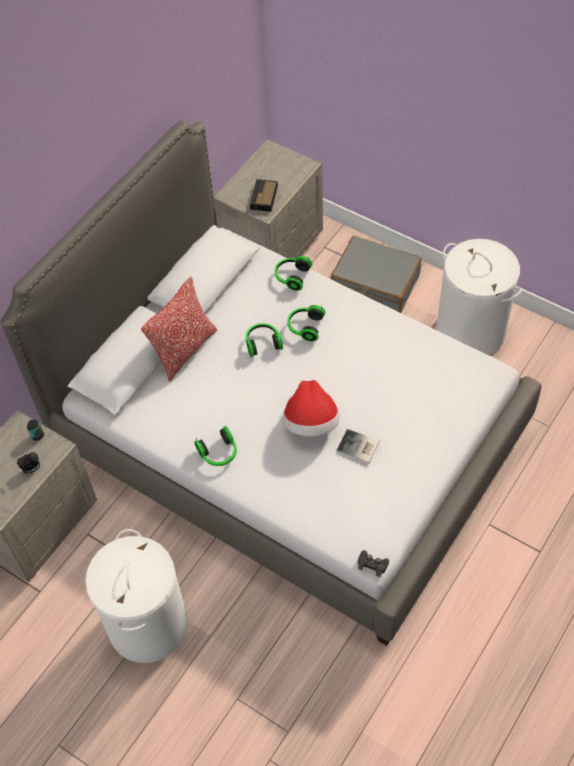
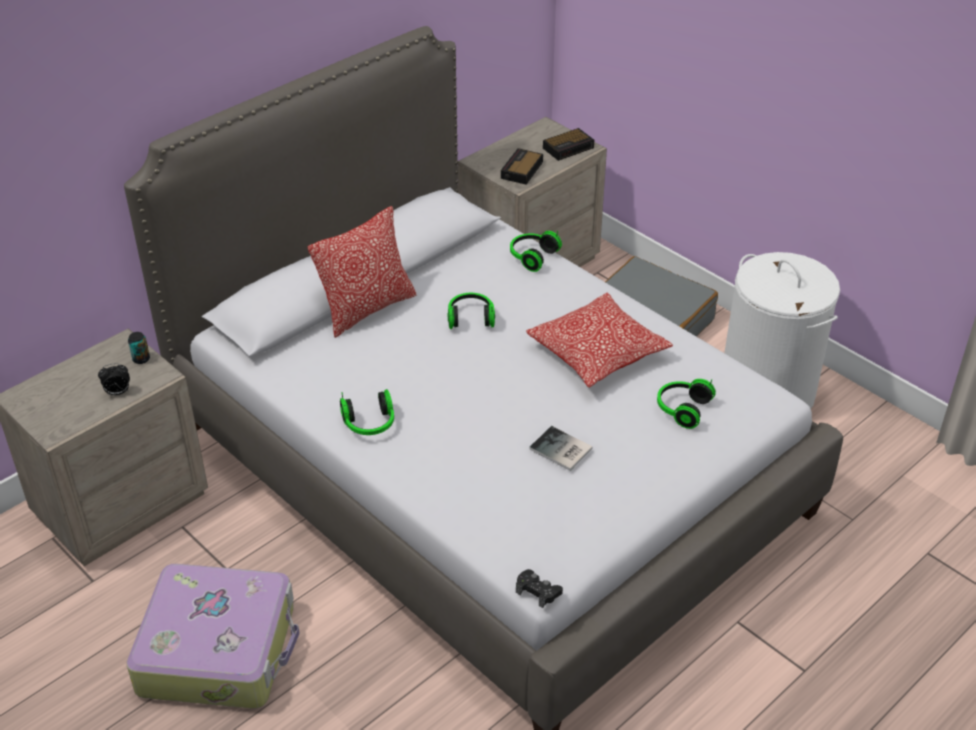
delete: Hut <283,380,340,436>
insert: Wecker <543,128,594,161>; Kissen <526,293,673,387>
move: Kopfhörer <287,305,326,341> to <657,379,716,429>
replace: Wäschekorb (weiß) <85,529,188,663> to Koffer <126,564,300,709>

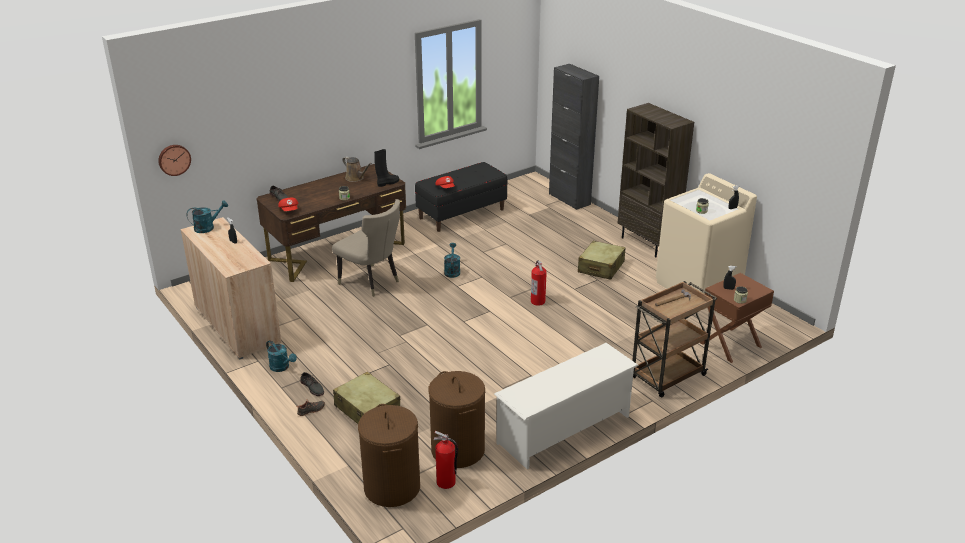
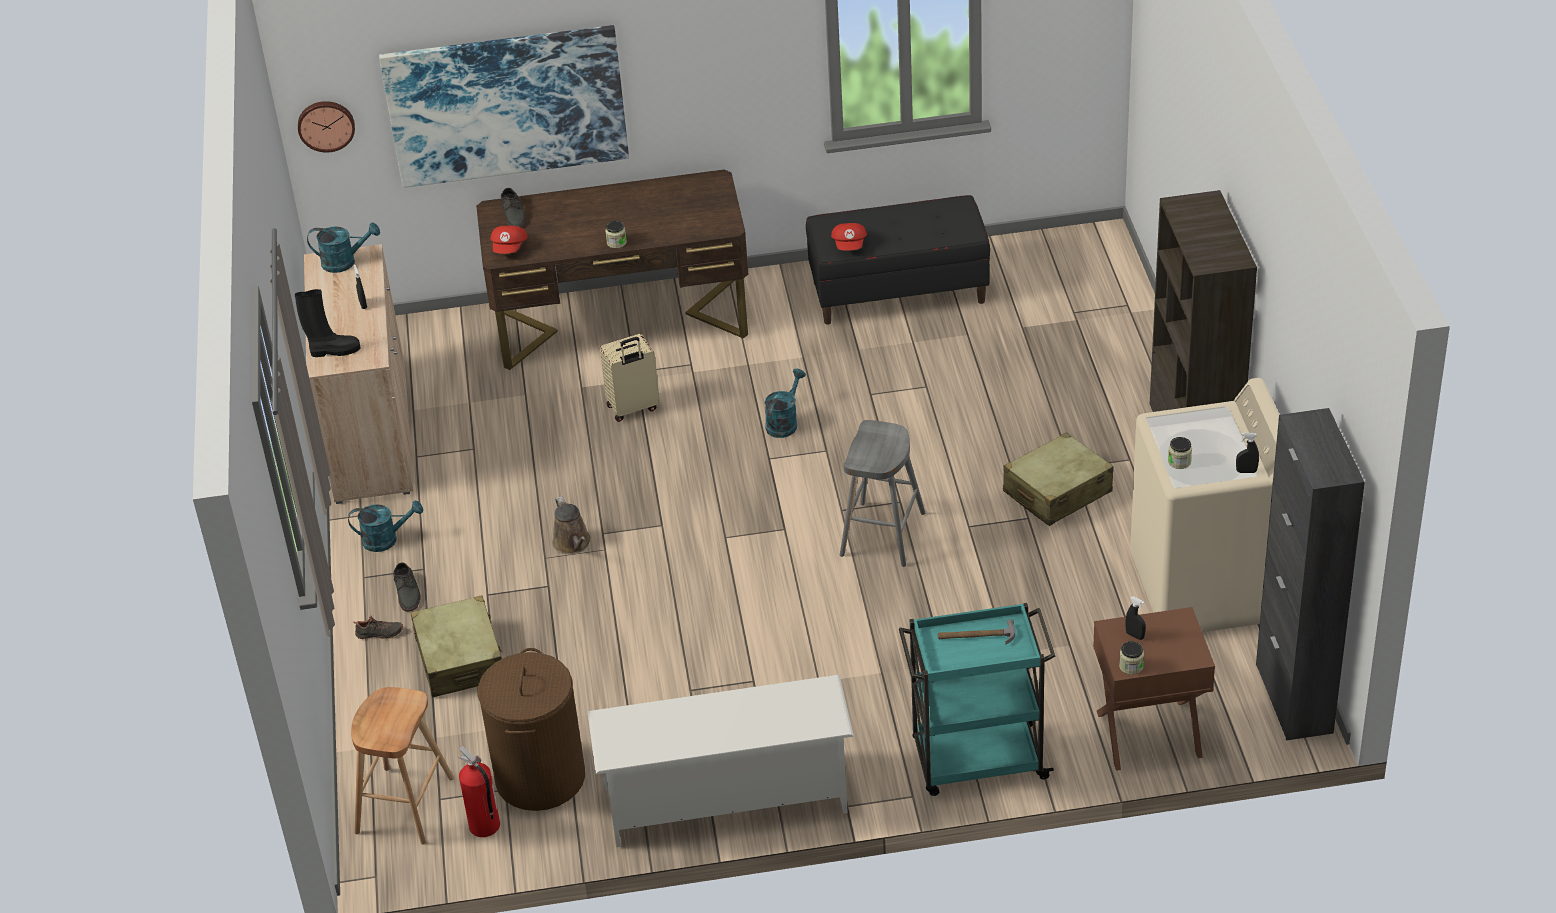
insert: Bild <379,25,629,188>
move: Schrank (schwarz) <549,64,599,210> to <1256,408,1365,741>; Stiefel (schwarz) <374,149,399,187> to <295,289,361,357>; Gießkanne (braun) <342,156,372,182> to <552,496,590,554>
replace: Stuhl (beige) <332,199,400,297> to Koffer (beige) <600,334,660,422>; Feuerlöscher <531,260,547,306> to Hocker (grau) <840,420,925,567>; Wäschekorb (braun) <358,404,420,507> to Hocker (braun) <351,687,454,845>
recolor: Rollwagen (braun) <632,281,717,398> to Rollwagen (türkis) <899,603,1055,796>
rotate: Gießkanne (türkis) <266,340,297,372> = <348,500,423,552> 75 degrees counterclockwise

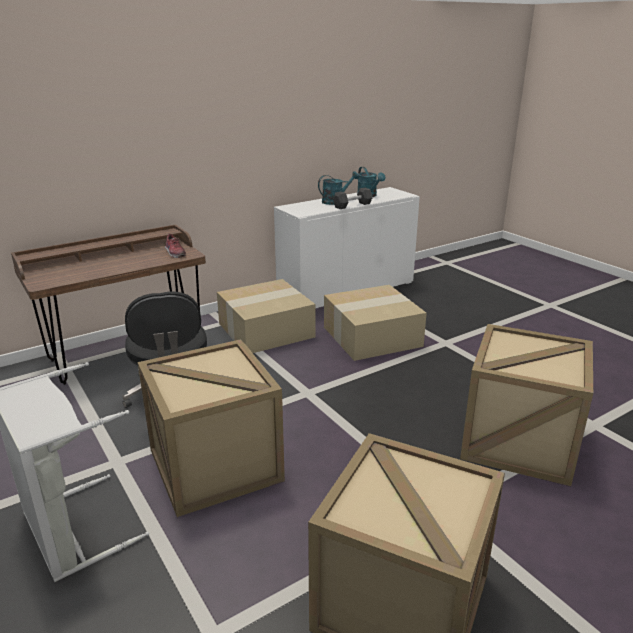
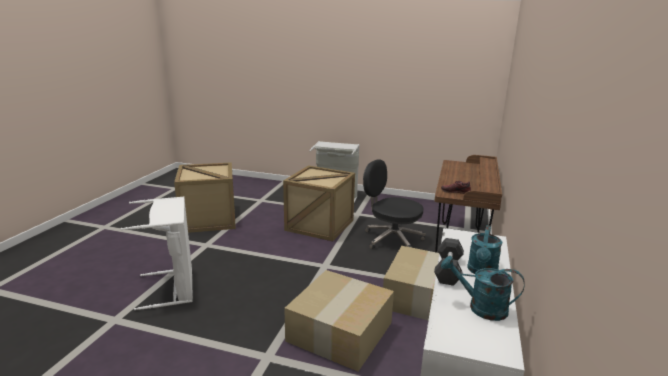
replace: Kiste <460,324,593,486> to Wäschekorb (weiß) <120,197,193,310>

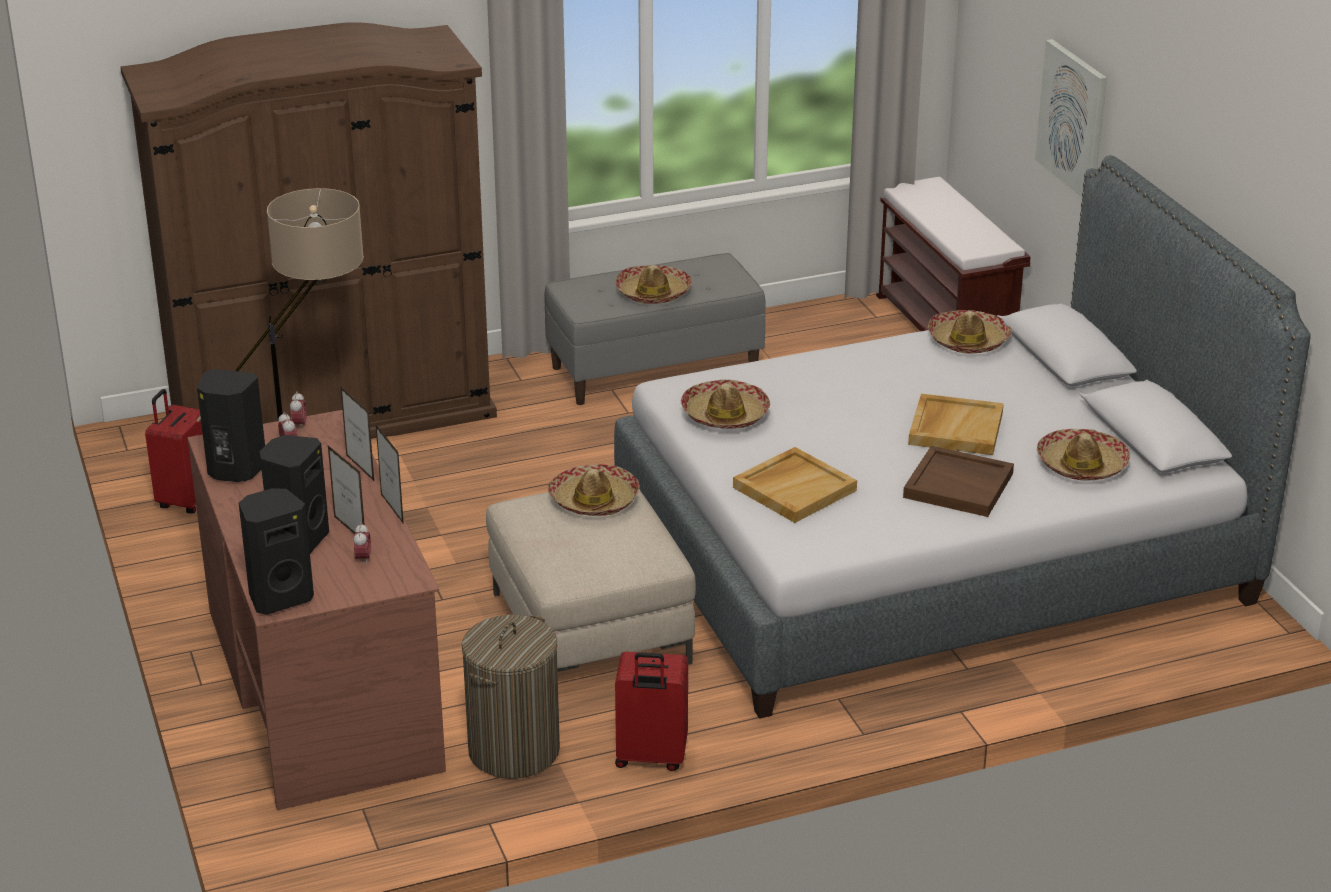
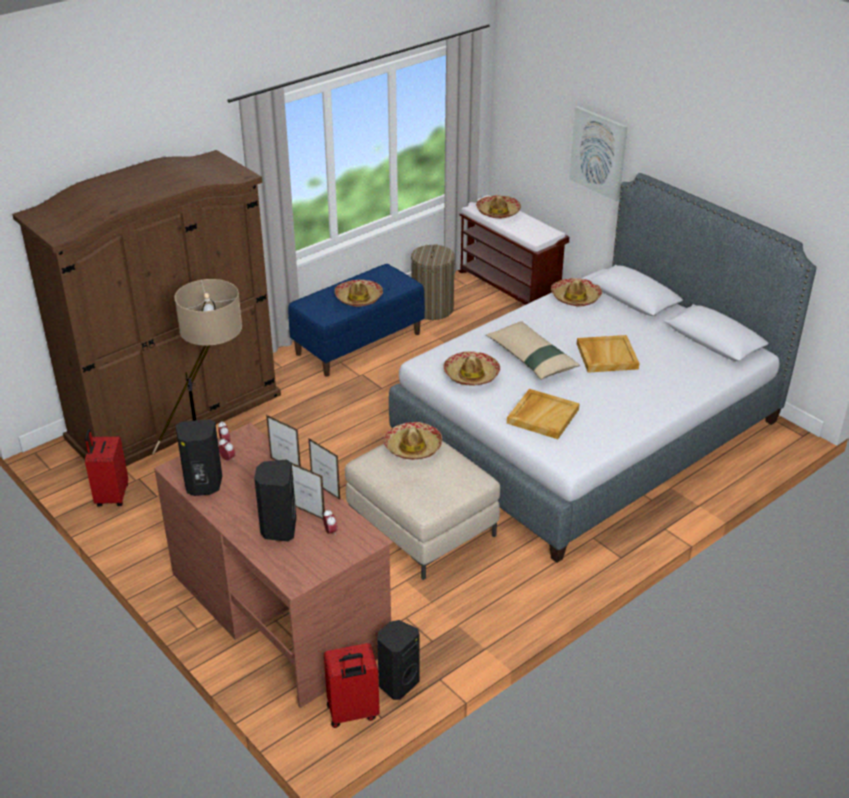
delete: Tablett (braun) <903,446,1014,517>
insert: Kissen (beige) <486,321,580,380>
move: Hut <1037,429,1130,481> to <476,195,521,219>; Lautsprecher (schwarz) <239,488,314,615> to <377,620,420,700>; Wäschekorb <462,615,560,779> to <411,244,455,320>; Koffer (rot) <615,652,688,771> to <324,643,380,728>
recolor: Bank (grau) <544,253,766,405> to Bank (blau) <288,264,425,377>

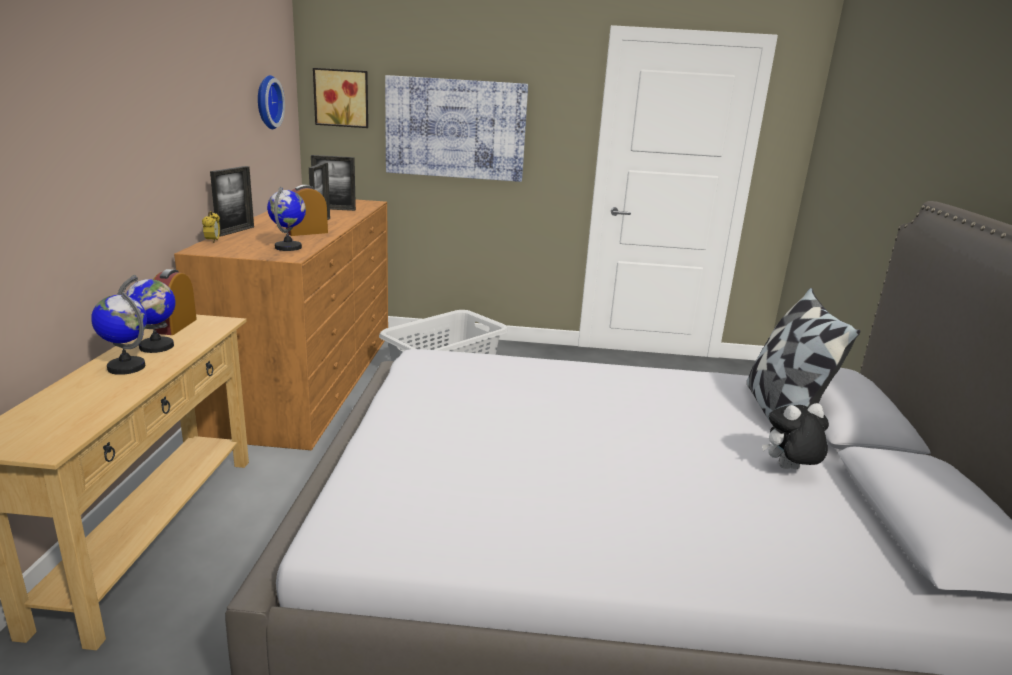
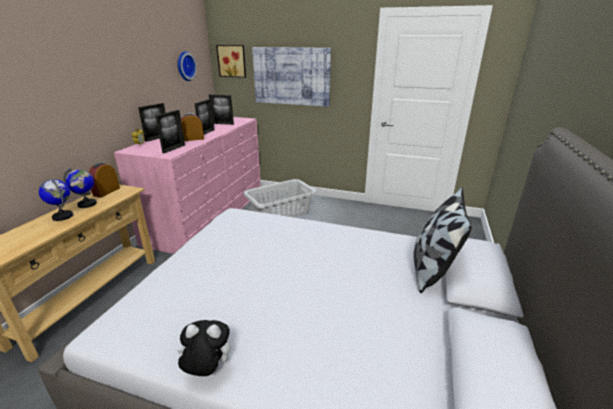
move: Plüschtier <762,403,829,469> to <177,320,230,376>
replace: Globus <267,186,306,251> to Bilderrahmen <155,110,185,153>
recolor: Kommode (braun) <174,199,388,450> to Kommode (rosa) <114,117,261,254>

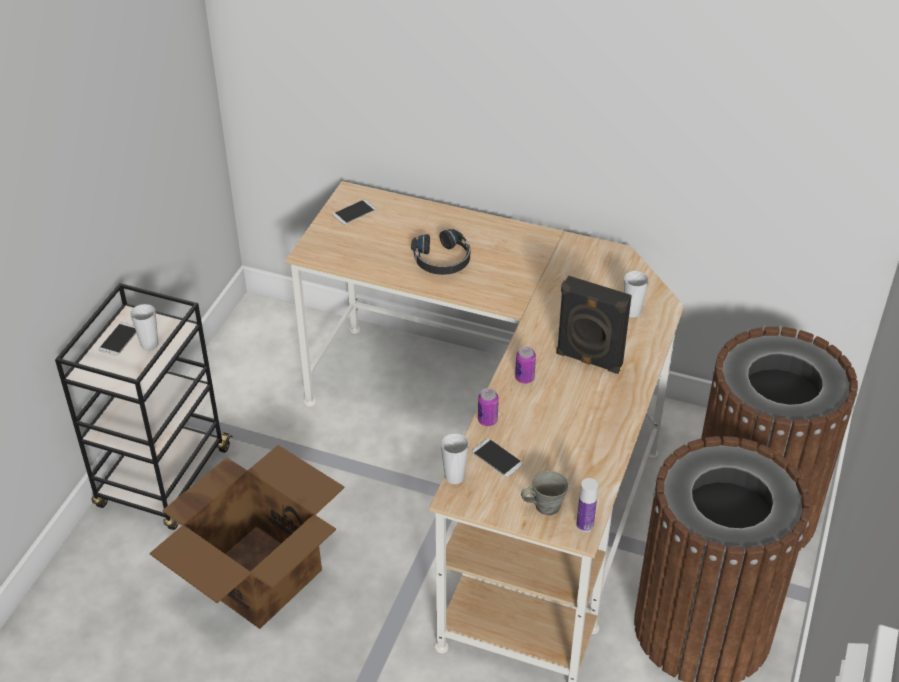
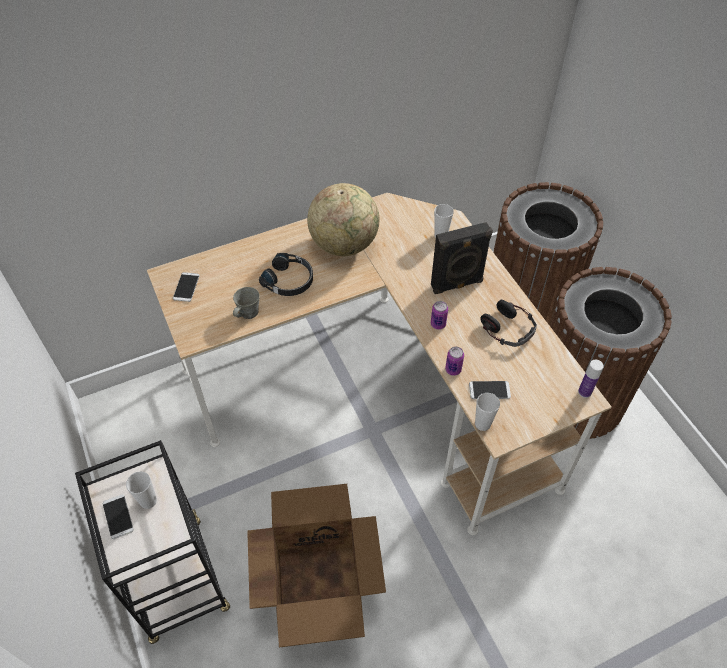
insert: Globus <307,183,379,256>; Kopfhörer <480,300,537,347>
move: Henkelbecher (grau) <521,471,569,515> to <233,287,260,319>

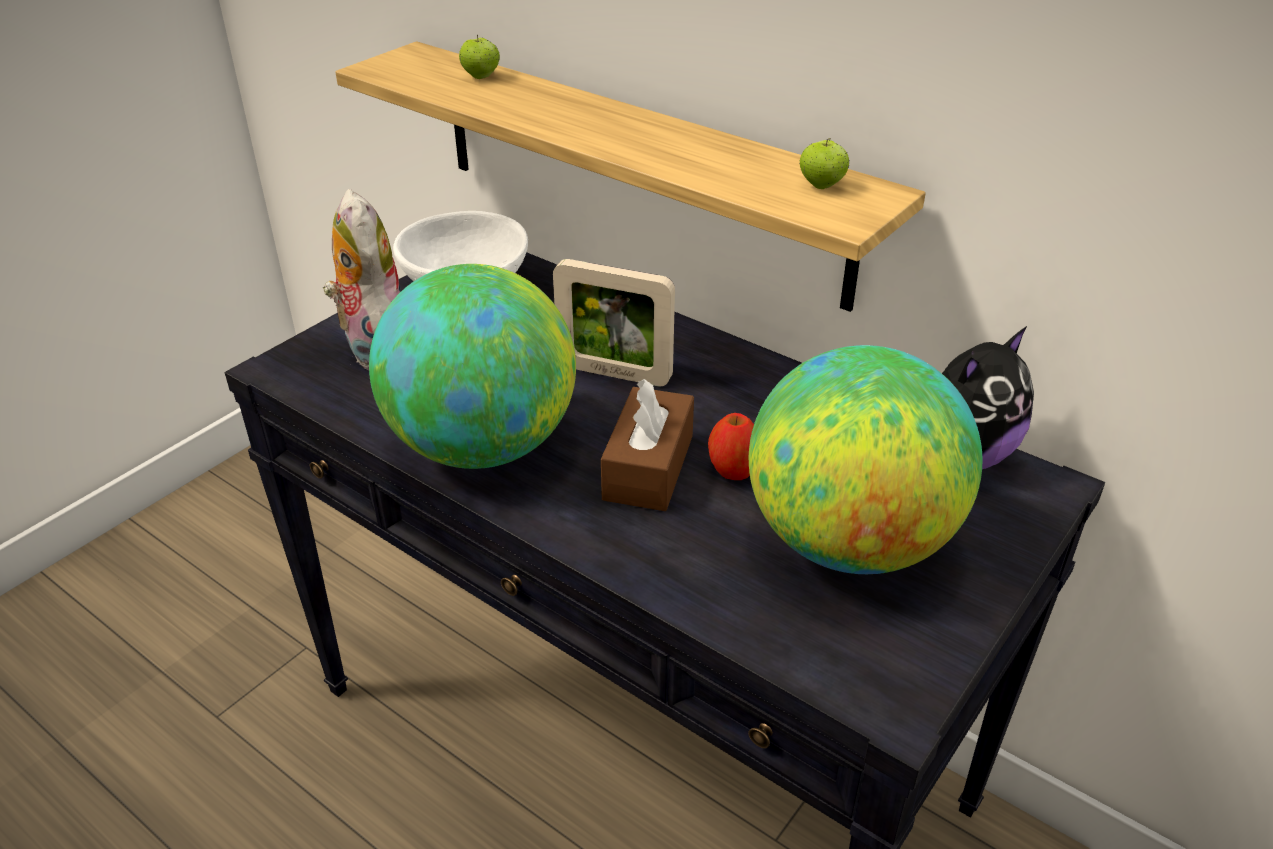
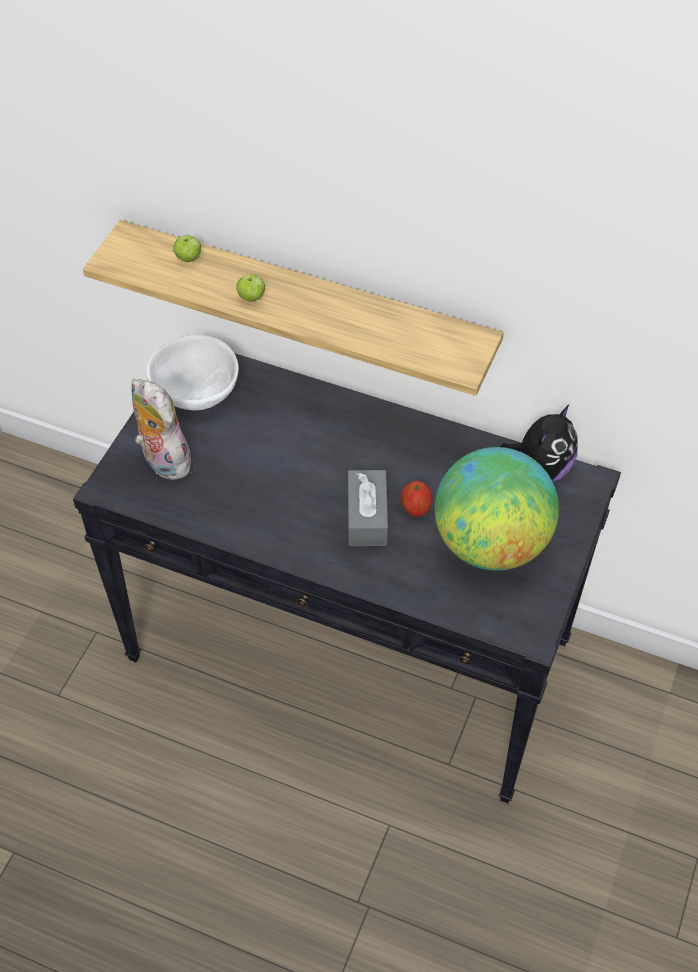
delete: Bilderrahmen <553,259,675,387>; Globus <369,264,576,469>
move: Apfel <799,138,849,189> to <236,274,265,302>
recolor: Taschentuchbox (braun) <601,379,694,511> to Taschentuchbox (grau) <348,470,388,546>

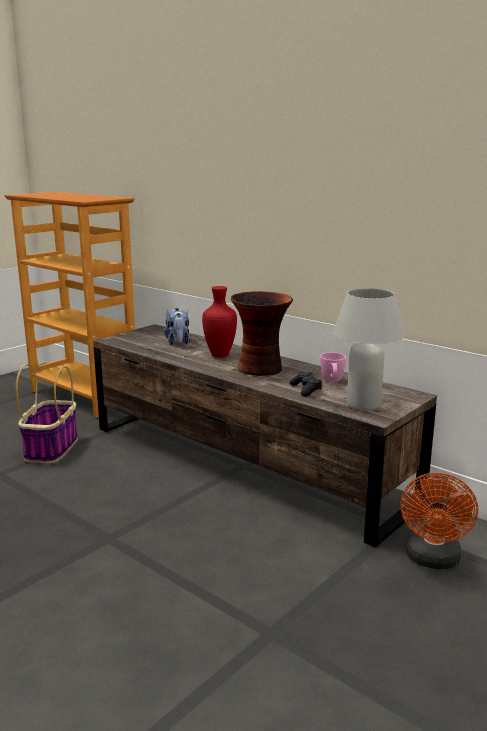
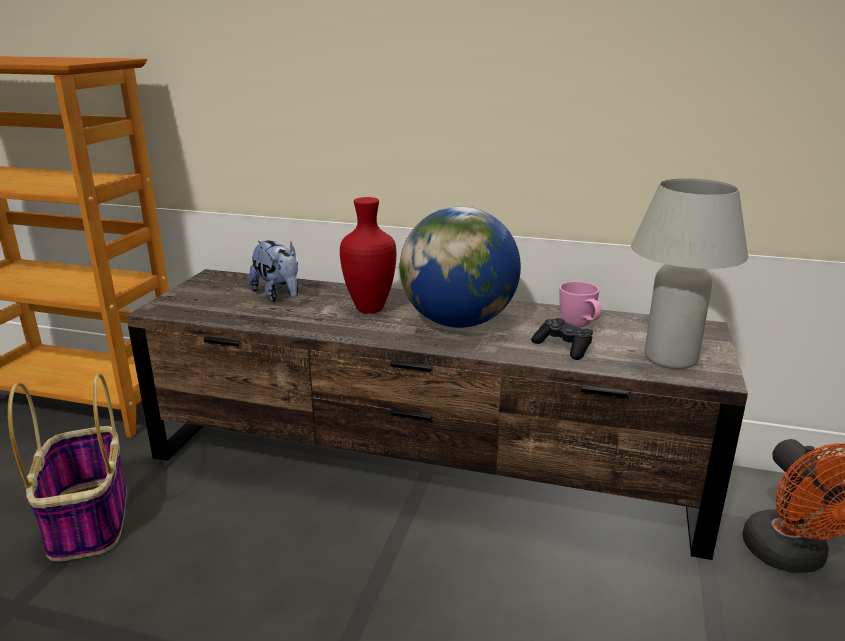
replace: Vase <231,291,293,376> to Globus <400,206,521,328>

